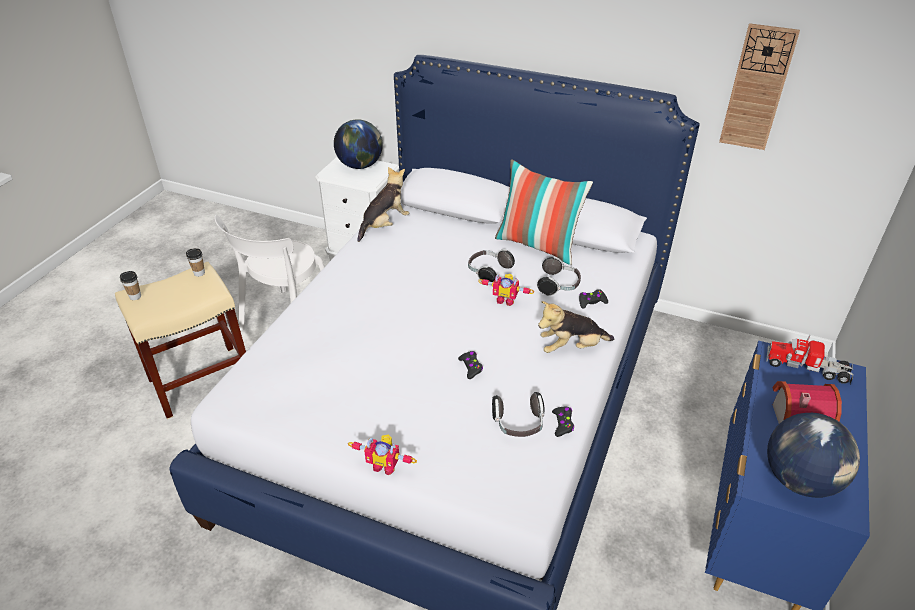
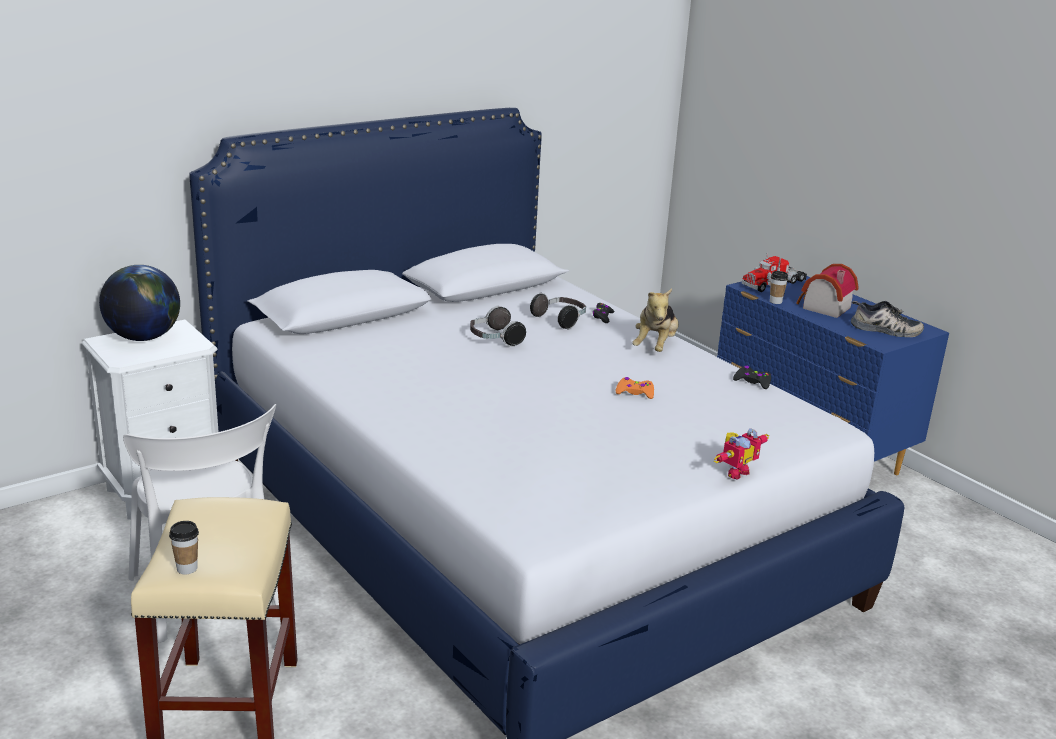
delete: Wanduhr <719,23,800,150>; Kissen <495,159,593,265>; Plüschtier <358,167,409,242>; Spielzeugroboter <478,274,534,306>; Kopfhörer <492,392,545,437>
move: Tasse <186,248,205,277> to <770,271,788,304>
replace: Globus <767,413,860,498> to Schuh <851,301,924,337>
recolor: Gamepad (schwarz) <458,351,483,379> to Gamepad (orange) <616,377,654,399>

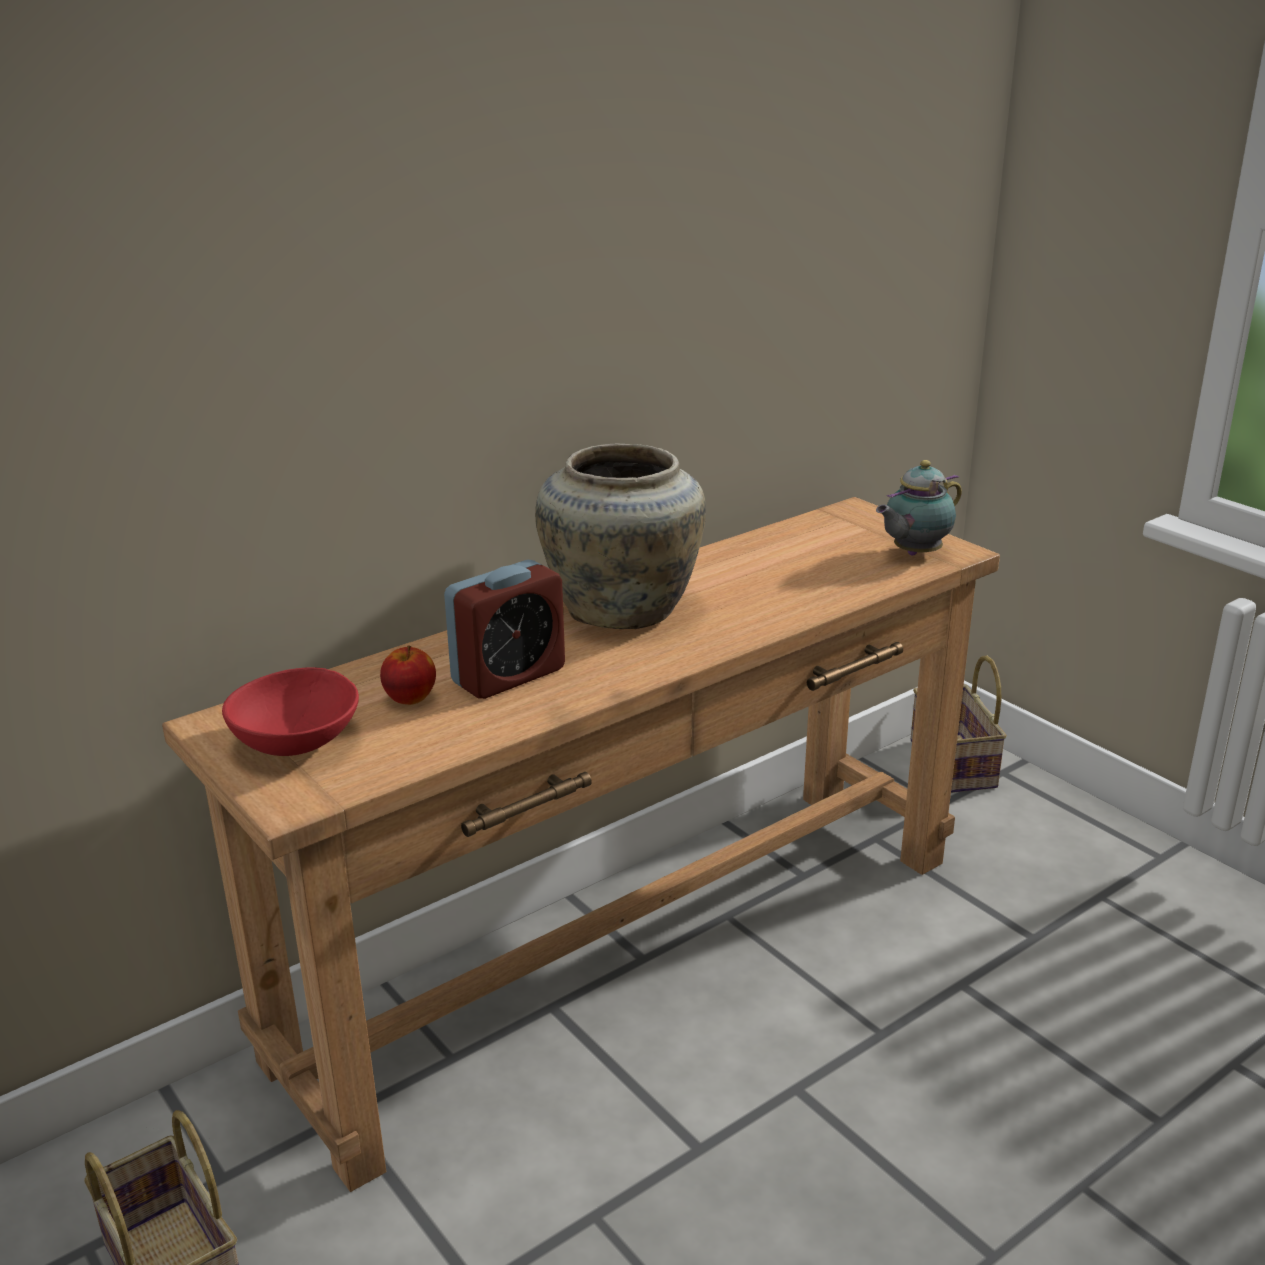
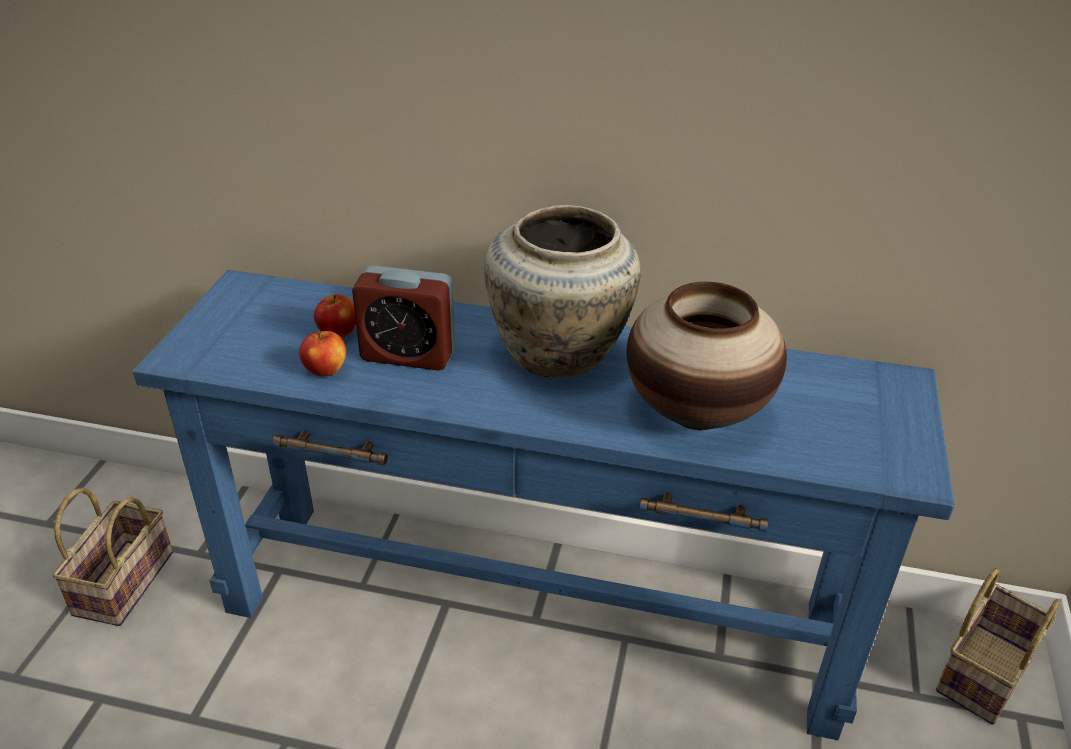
delete: Teekanne <876,460,962,556>; Schüssel (rot) <222,667,359,756>
insert: Vase <627,282,787,430>; Apfel <299,331,346,377>
recolor: Konsolentisch (braun) <162,497,1000,1192> to Konsolentisch (blau) <133,270,955,740>

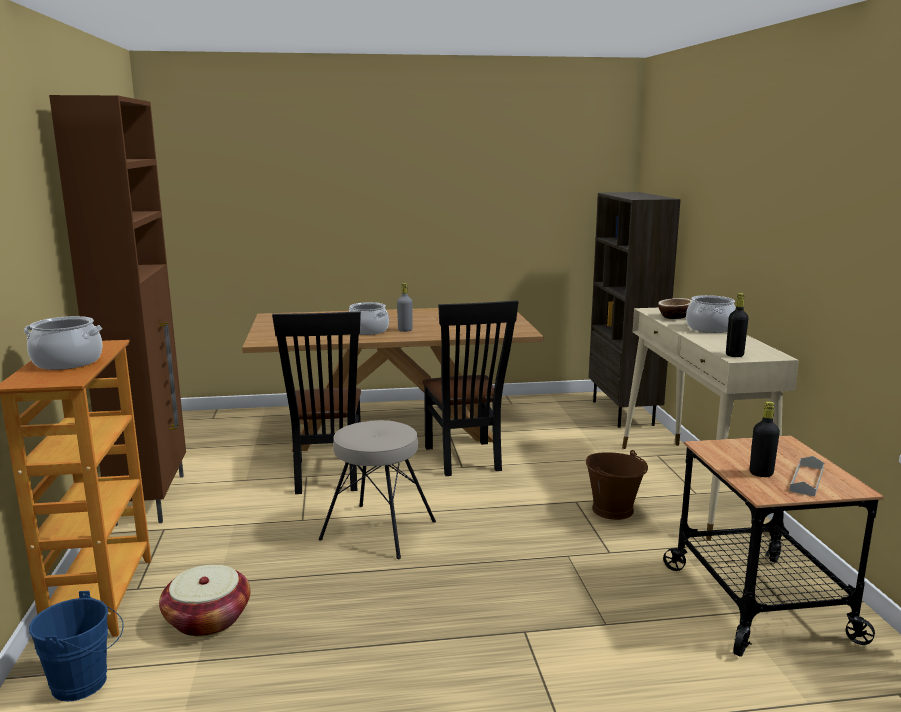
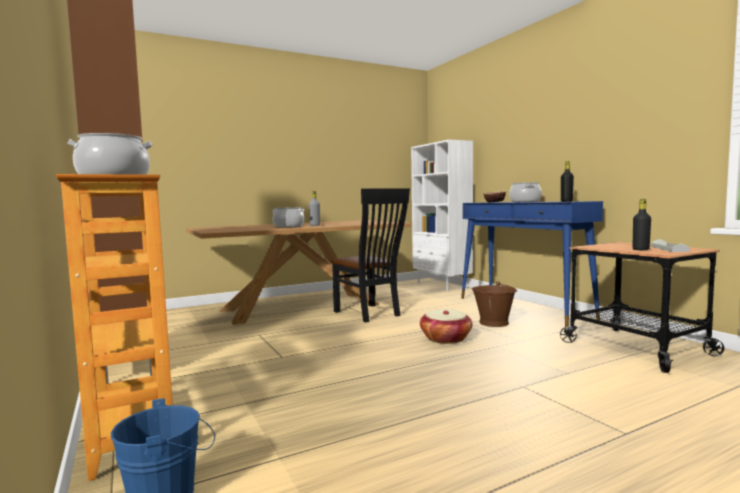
delete: Stuhl (schwarz) <272,311,361,494>; Hocker (beige) <319,420,436,559>
move: Korb <159,565,251,637> to <420,309,473,344>
recolor: Bücherregal (braun) <589,192,681,428> to Bücherregal (weiß) <411,139,473,291>; Konsolentisch (beige) <622,308,799,540> to Konsolentisch (blau) <461,201,603,327>

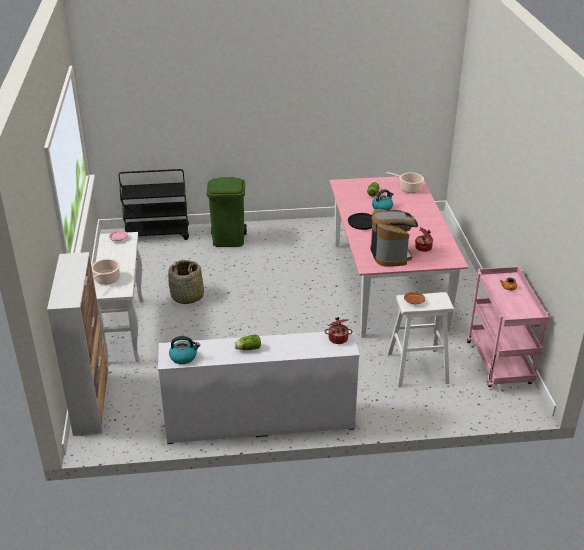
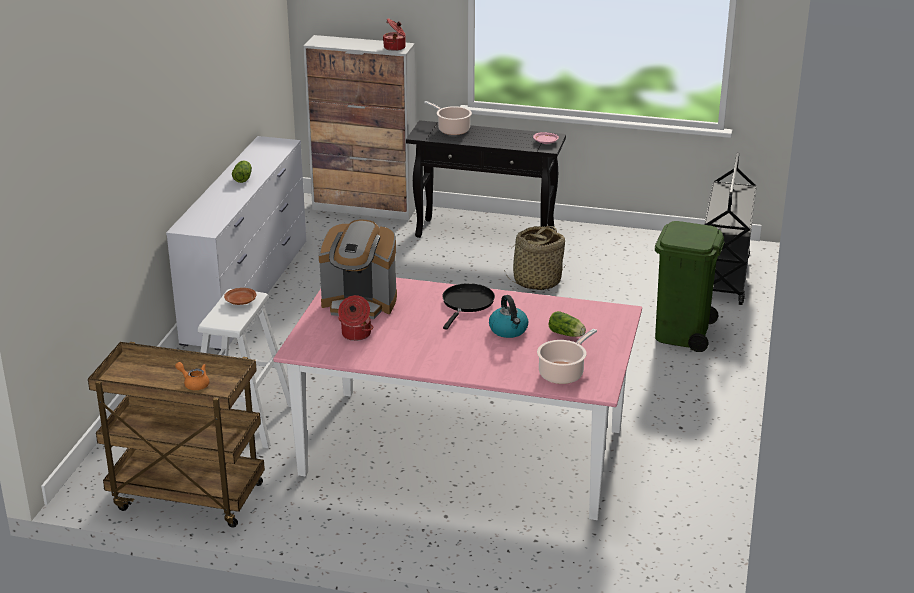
delete: Wasserkessel <169,336,200,364>
move: Kochtopf <324,317,353,344> to <383,18,406,51>
recolor: Konsolentisch (weiß) <94,232,143,364> to Konsolentisch (schwarz) <406,120,566,238>; Rollwagen (rosa) <467,266,549,387> to Rollwagen (braun) <88,342,265,528>

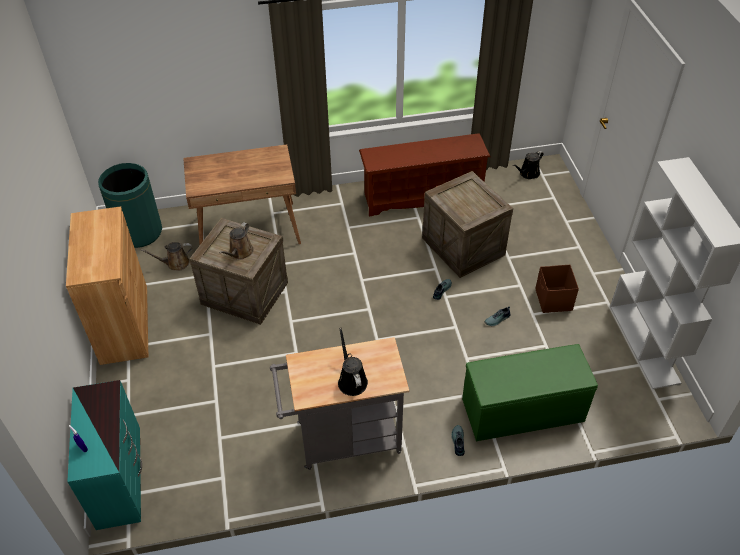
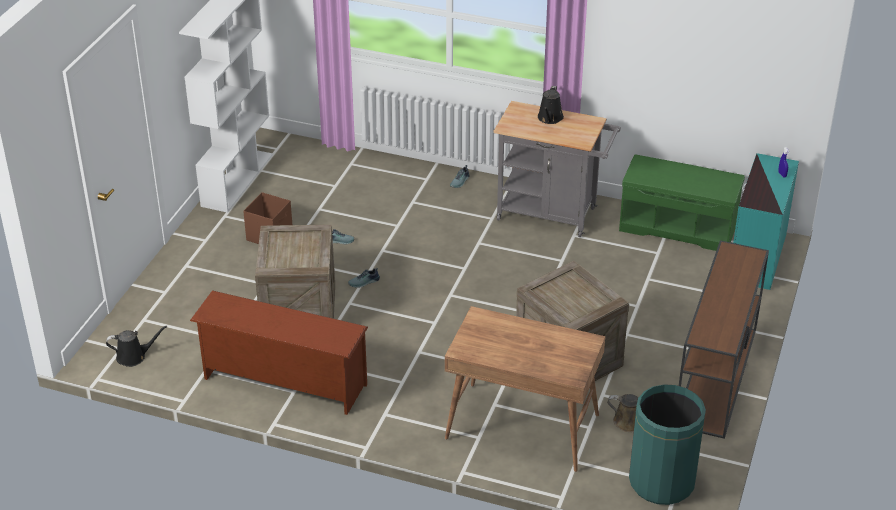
delete: Gießkanne (braun) <219,222,254,260>
move: Bank (grün) <462,344,598,441> to <619,154,745,251>
replace: Schrank (braun) <66,206,148,365> to Konsolentisch (braun) <679,240,769,439>

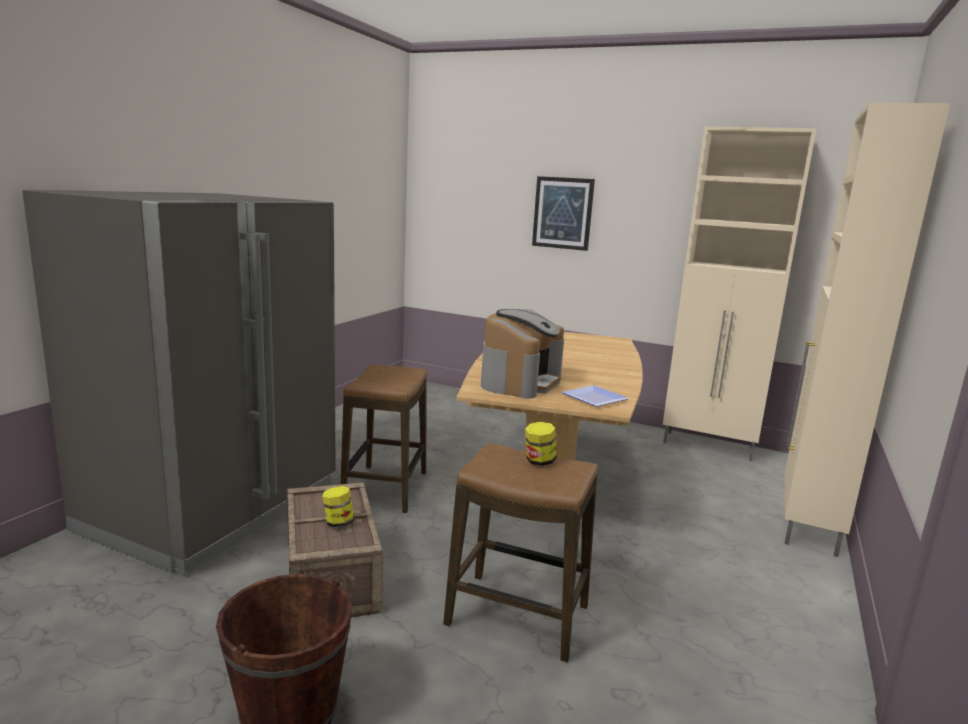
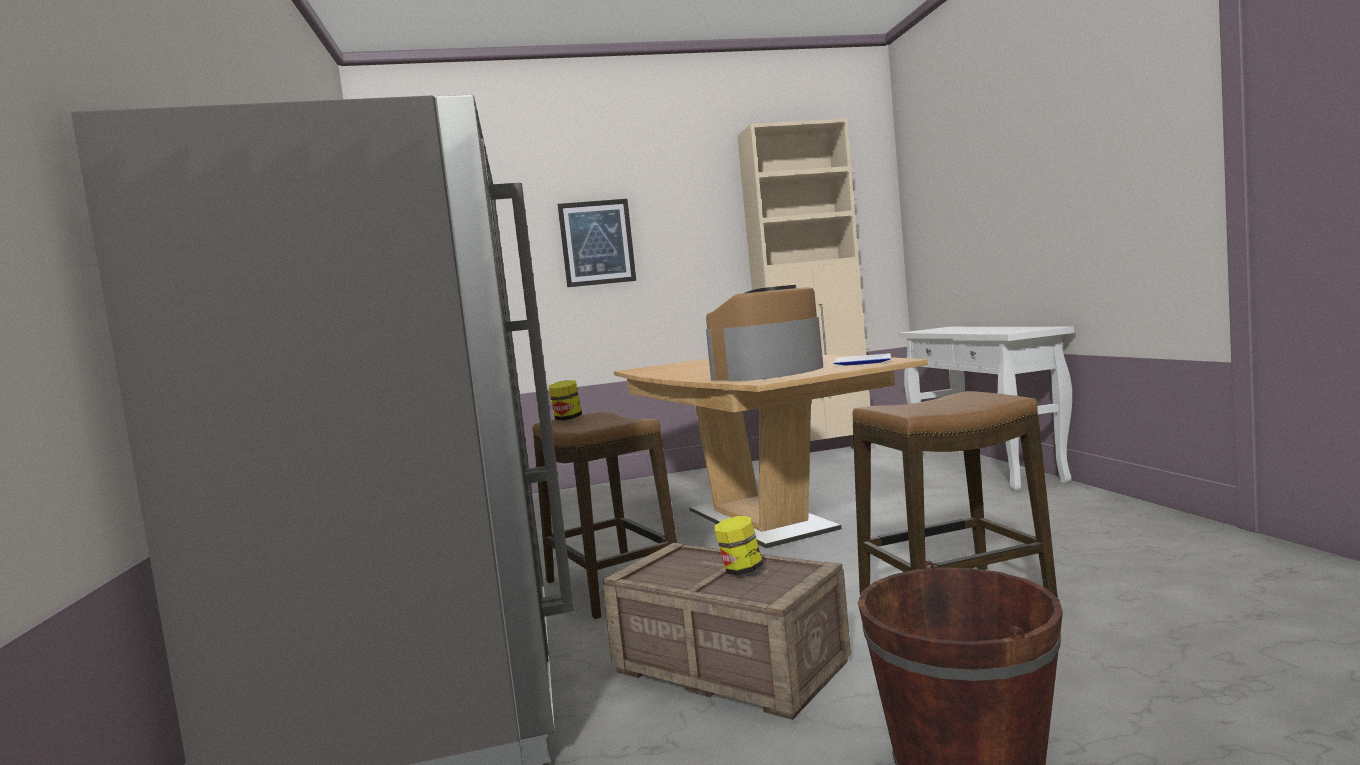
move: Vorratsglas <525,422,557,466> to <549,380,582,420>
replace: Schrank (beige) <785,103,950,557> to Konsolentisch (weiß) <898,327,1074,491>
rotate: Kaffeemaschine <481,309,564,399> = <706,285,823,381> 120 degrees counterclockwise

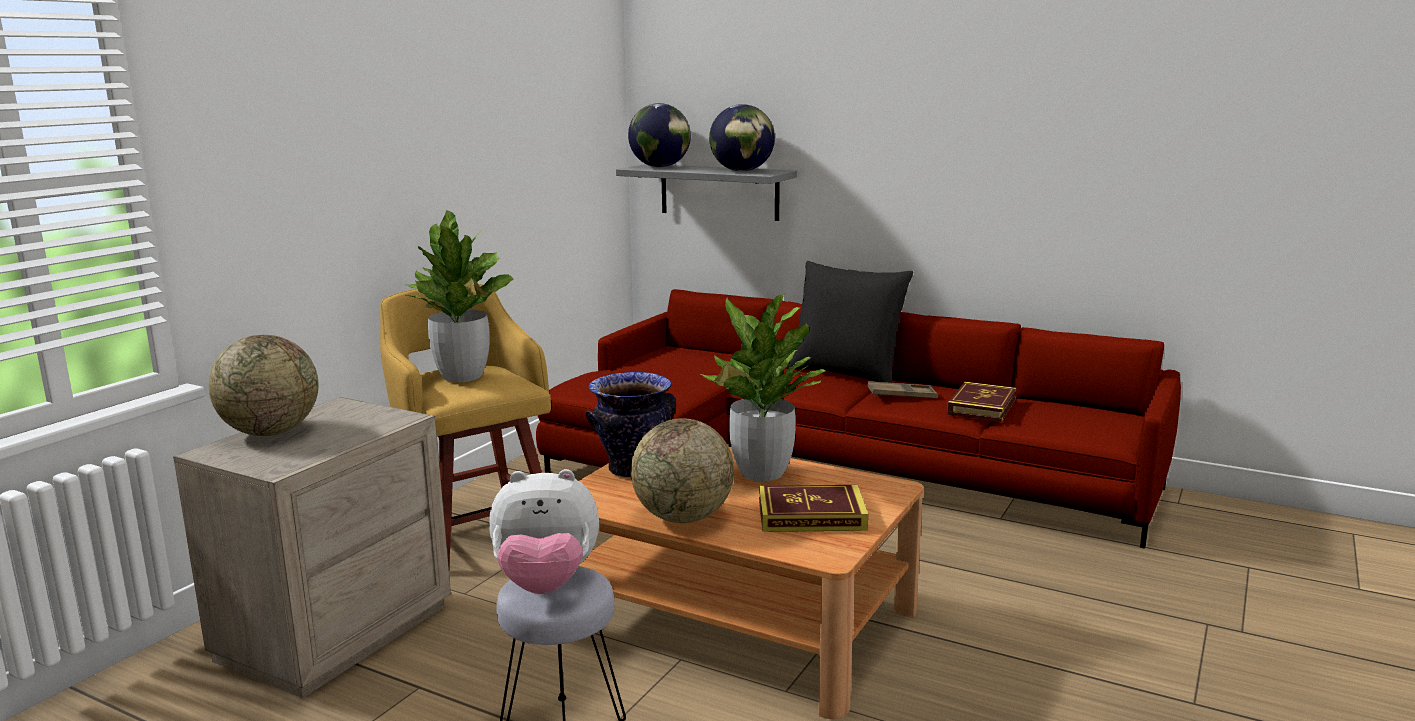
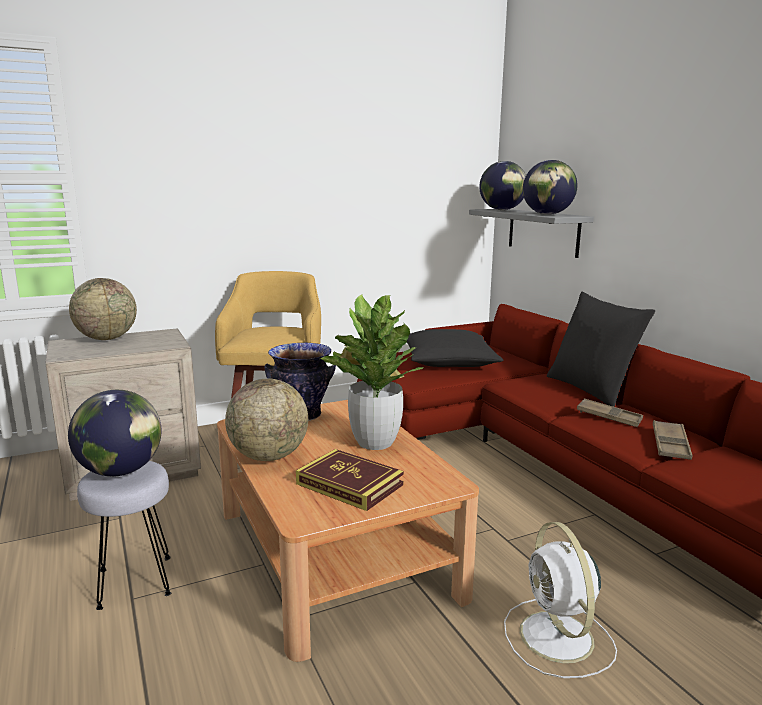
delete: Topfpflanze <406,210,514,382>
insert: Kissen (schwarz) <407,329,503,367>; Ventilator (weiß) <504,522,617,678>
replace: Buch <947,382,1016,422> to Tablett (braun) <653,420,692,460>; Plüschtier <489,469,599,594> to Globus <68,390,162,476>

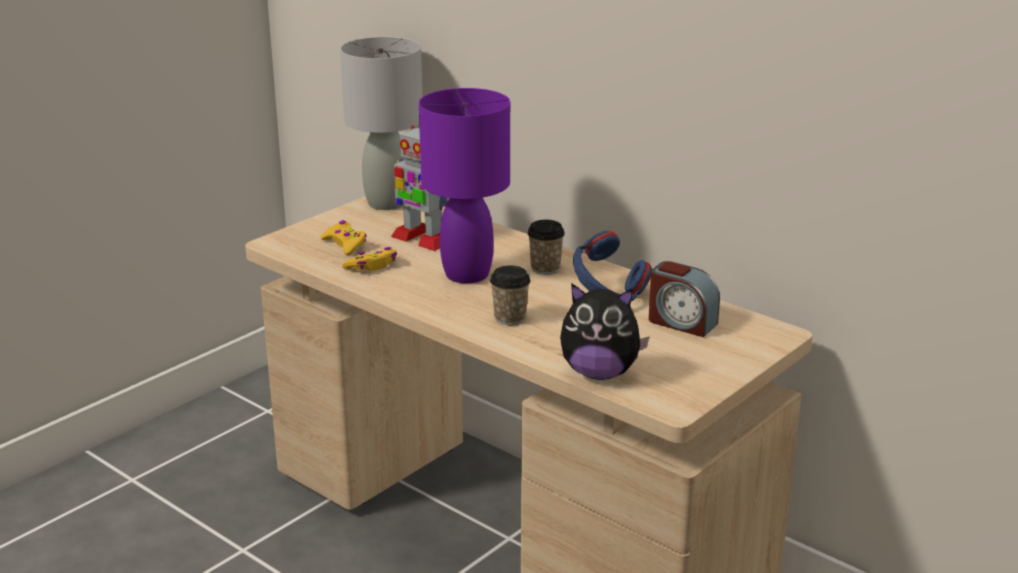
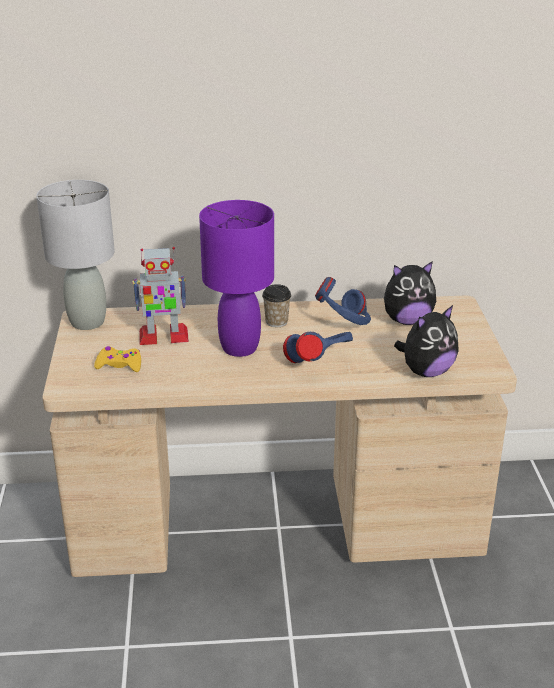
delete: Gamepad (gelb) <342,247,397,271>
replace: Wecker <649,261,720,337> to Plüschtier <384,261,436,325>; Tasse <490,265,531,325> to Kopfhörer (blau) <283,332,353,363>

